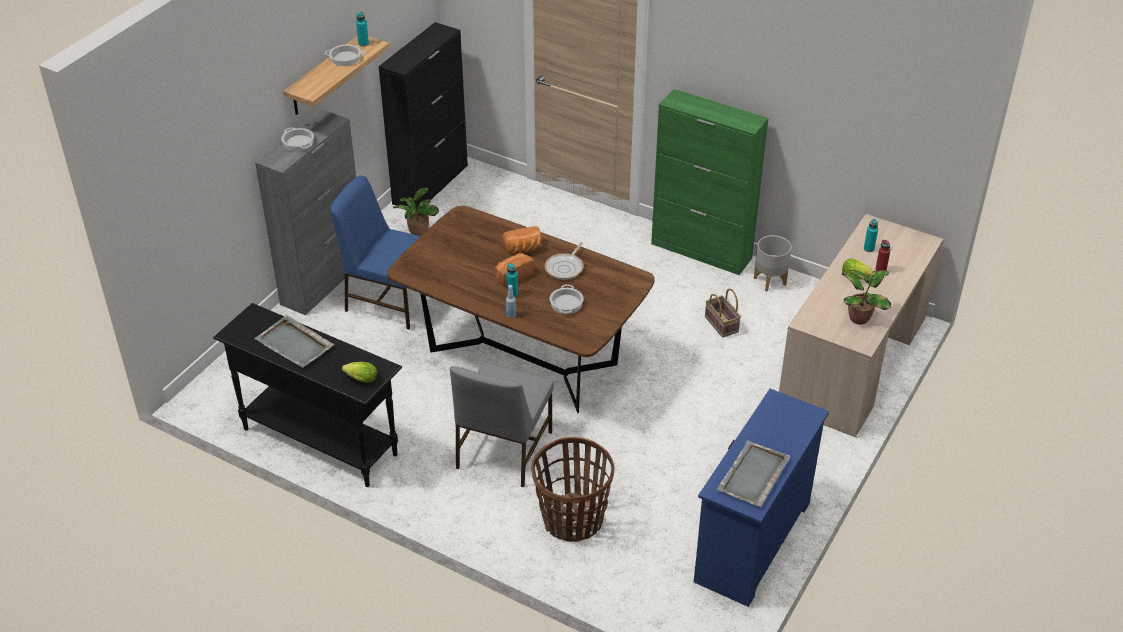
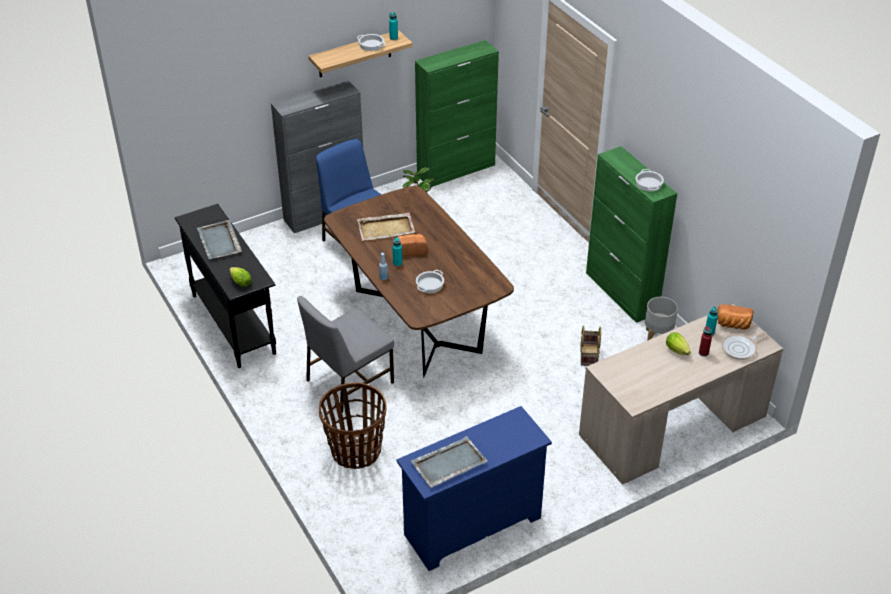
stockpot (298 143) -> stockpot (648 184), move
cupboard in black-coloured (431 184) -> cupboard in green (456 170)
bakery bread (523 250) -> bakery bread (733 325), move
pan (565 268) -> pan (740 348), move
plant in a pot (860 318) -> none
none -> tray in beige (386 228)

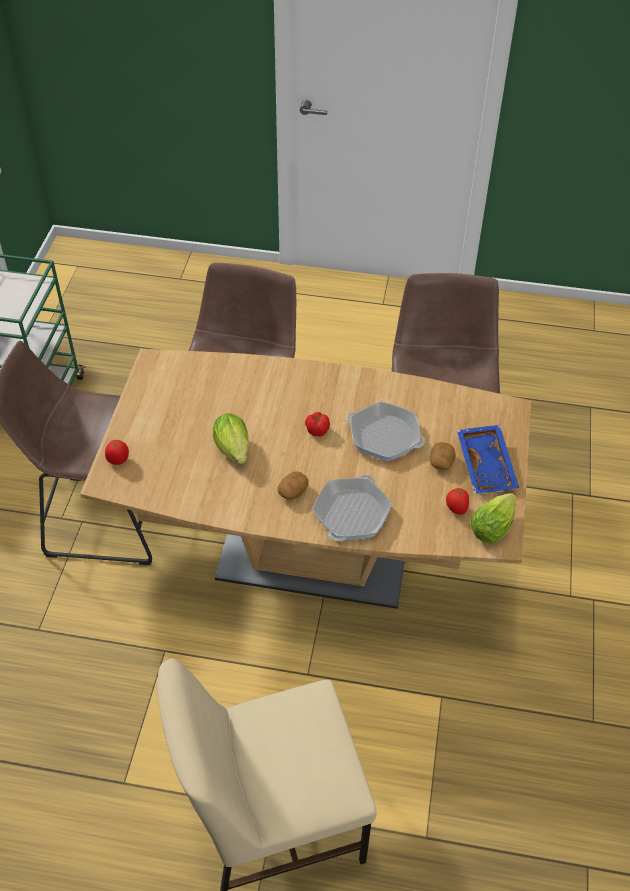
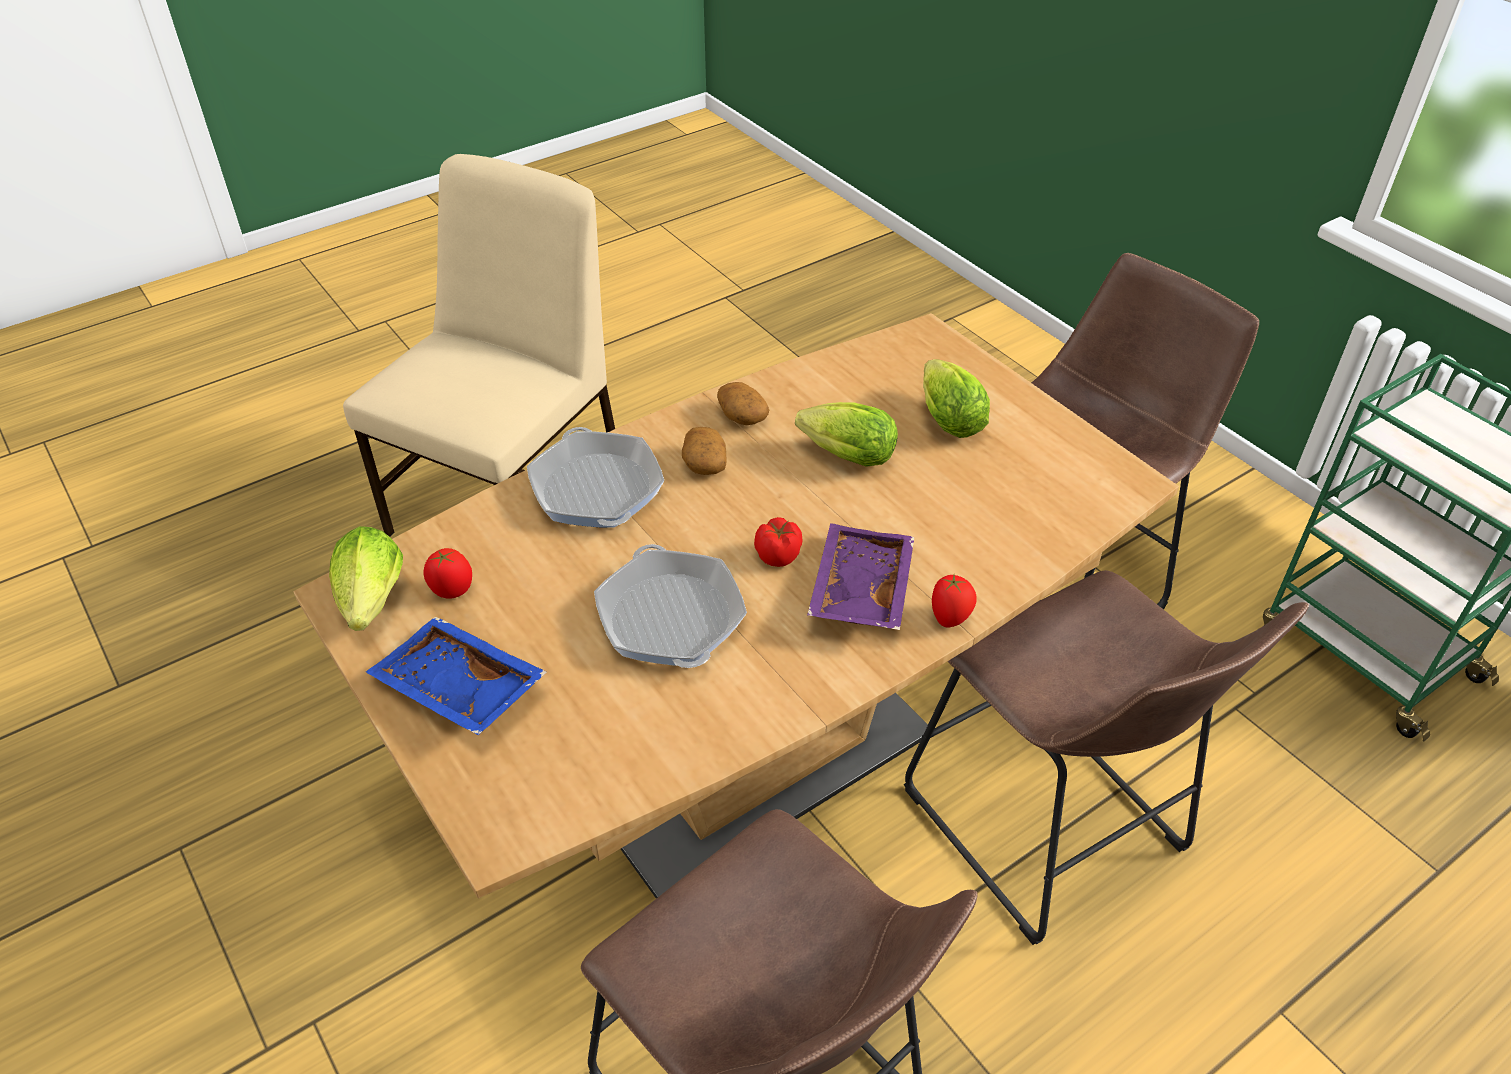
whole tomato (118 460) -> whole tomato (950 618), move
pan (384 436) -> pan (670 618), 90 degrees counterclockwise
spud (441 462) -> spud (741 416), move
none -> tray in purplish (858 589)
none -> lettuce head (947 417)

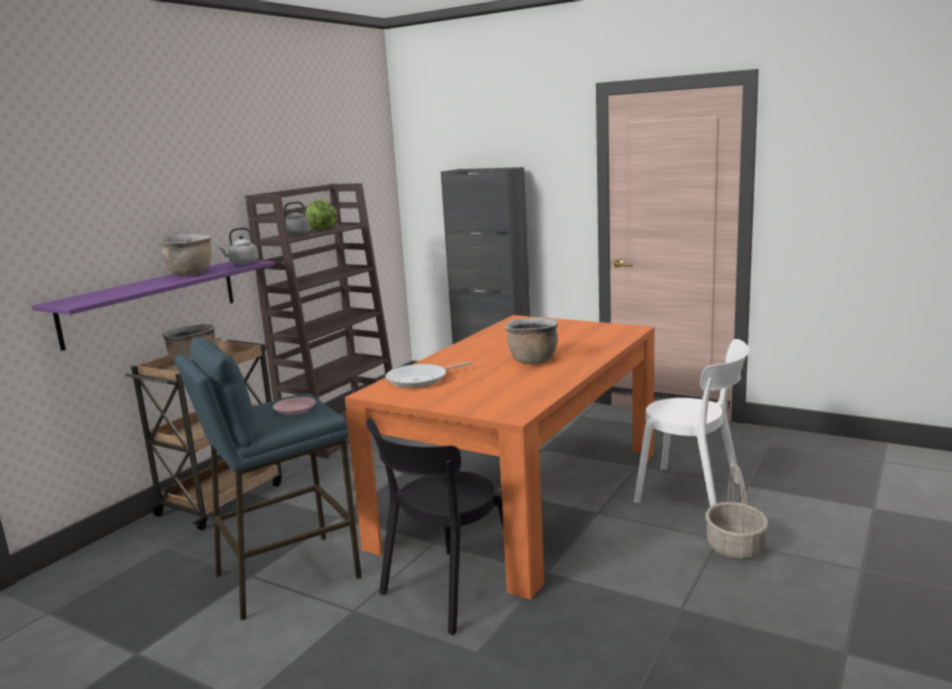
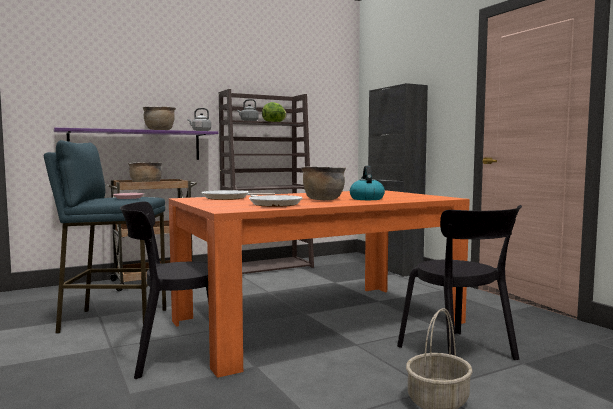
plain chair in whitish (693 493) -> plain chair in black-coloured (460 355)
none -> pan (274 204)
none -> tea kettle (366 199)

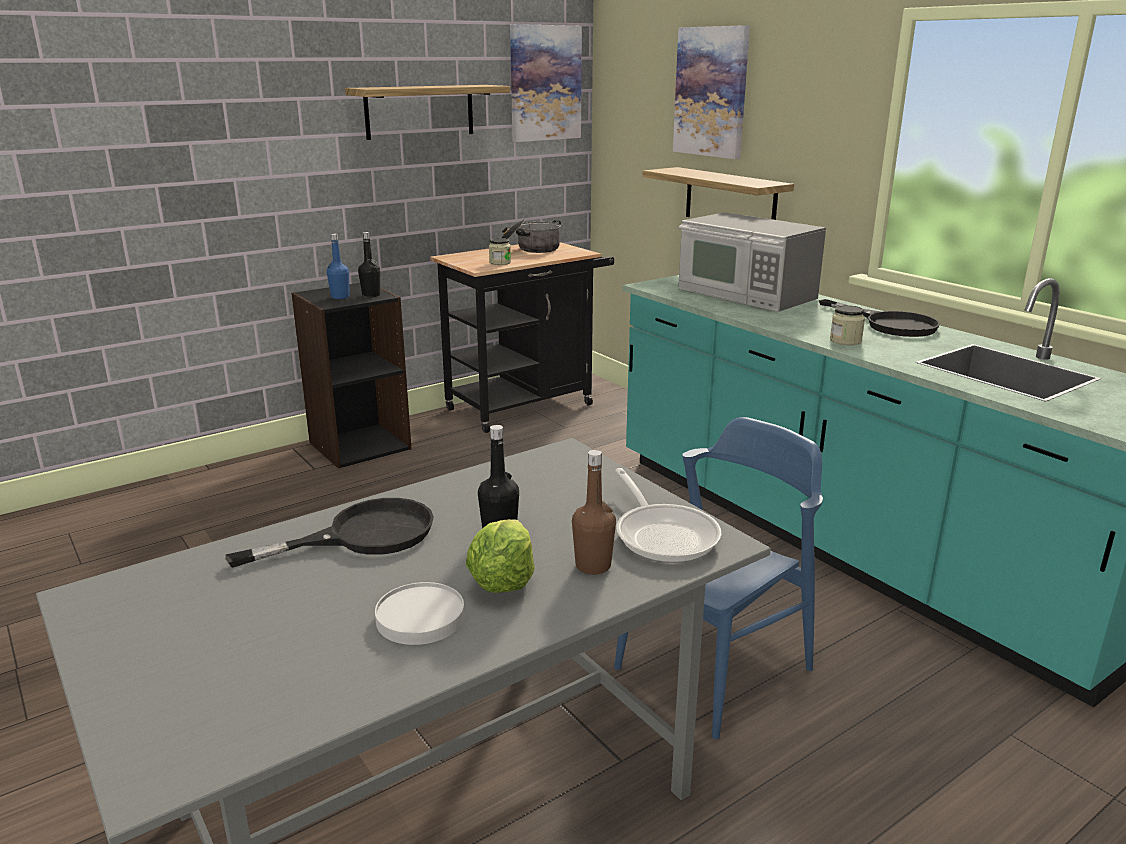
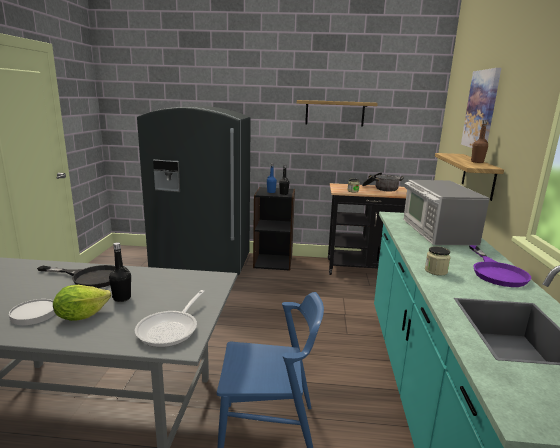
wall art (545 83) -> none
beverage bottle in brown (593 566) -> beverage bottle in brown (477 162), move
pan in black-coloured (890 324) -> pan in purplish (496 272)
none -> fridge in grey (201 262)

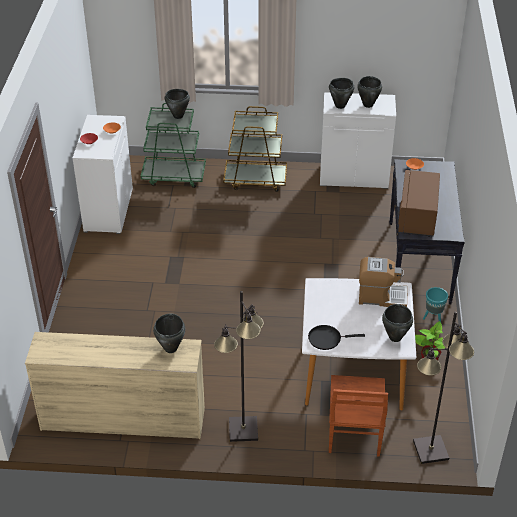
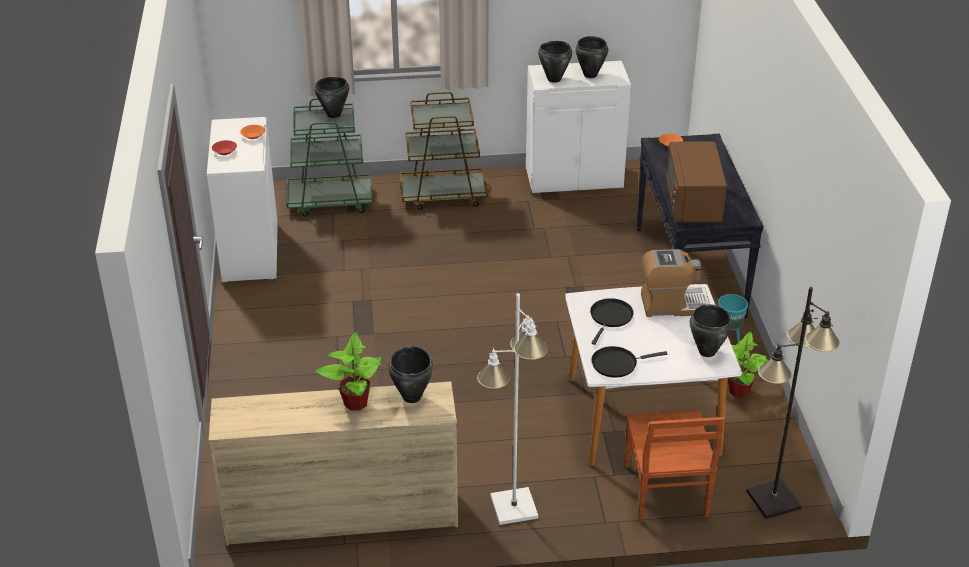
standard lamp in black-coloured (243 430) -> standard lamp in whitish (513 507)
none -> plant in a pot (355 402)
none -> pan in black-coloured (610 317)

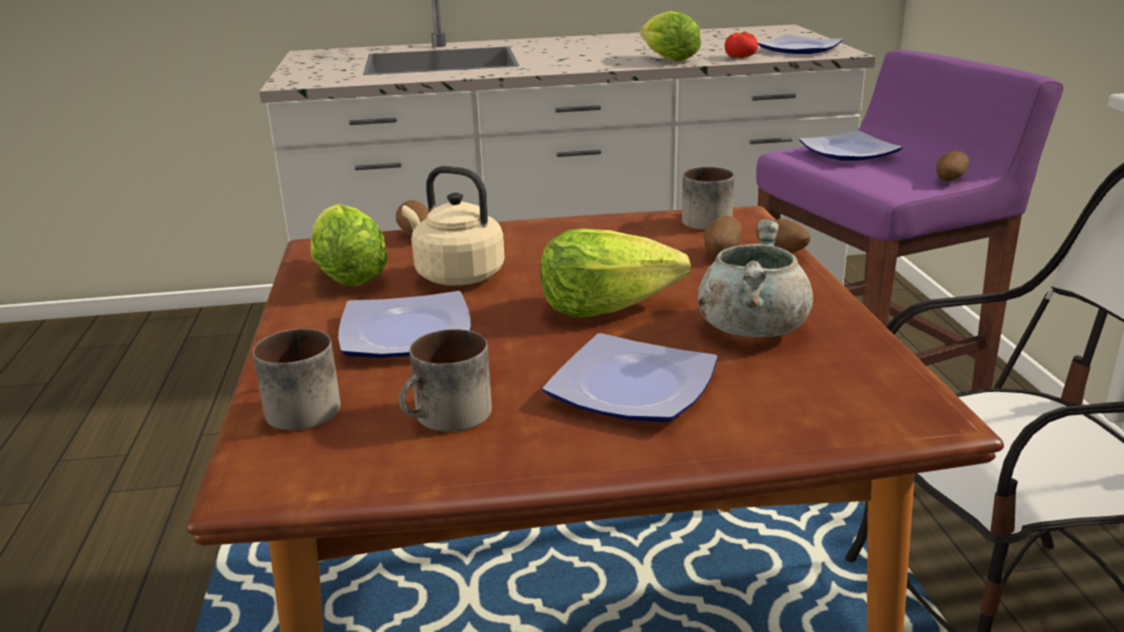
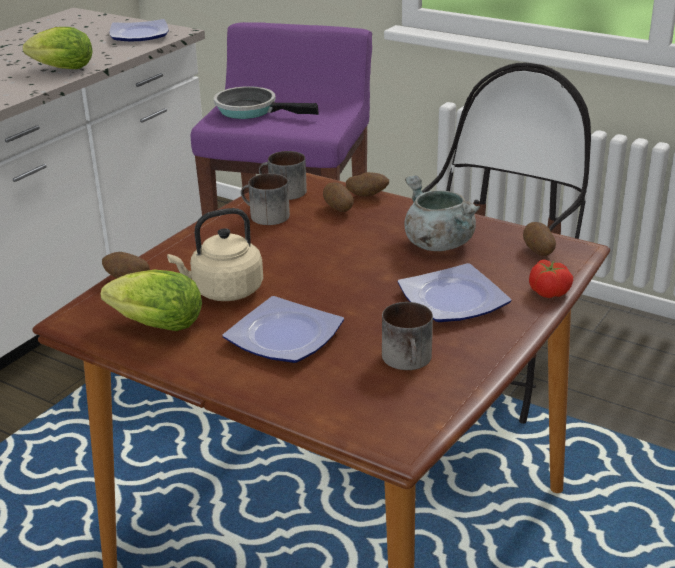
tea mug (299 406) -> tea mug (264 216), move
lettuce head (607 307) -> none
whole tomato (741 56) -> whole tomato (549 291), move
dinner plate (849 152) -> pan (251 110)
spud (949 180) -> spud (538 251), move

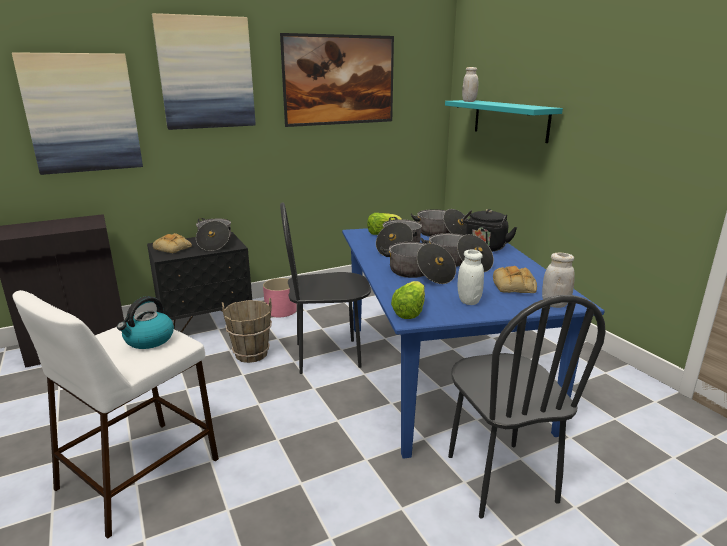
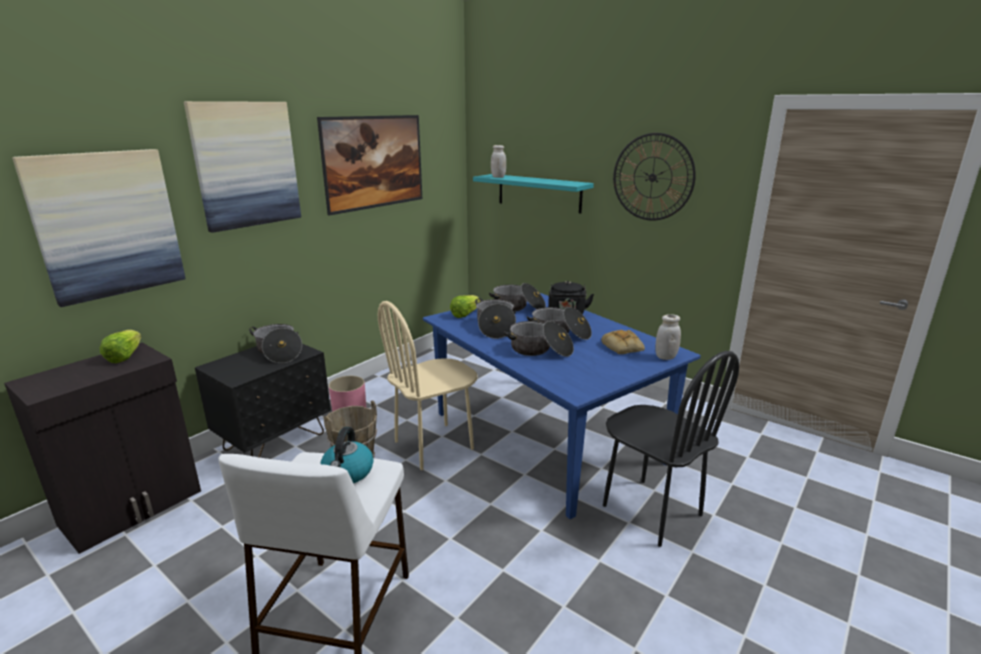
bakery bread (173 248) -> none
plain chair in black-coloured (328 355) -> plain chair in beige (434 445)
lettuce head (410 311) -> lettuce head (125 357), move
preserve jar in whitish (468 301) -> none
none -> hanging clock (652 177)

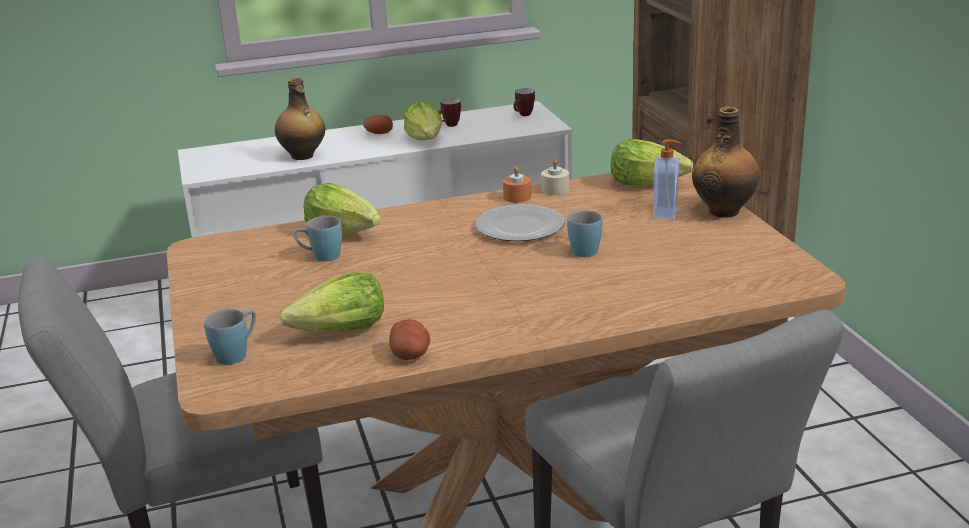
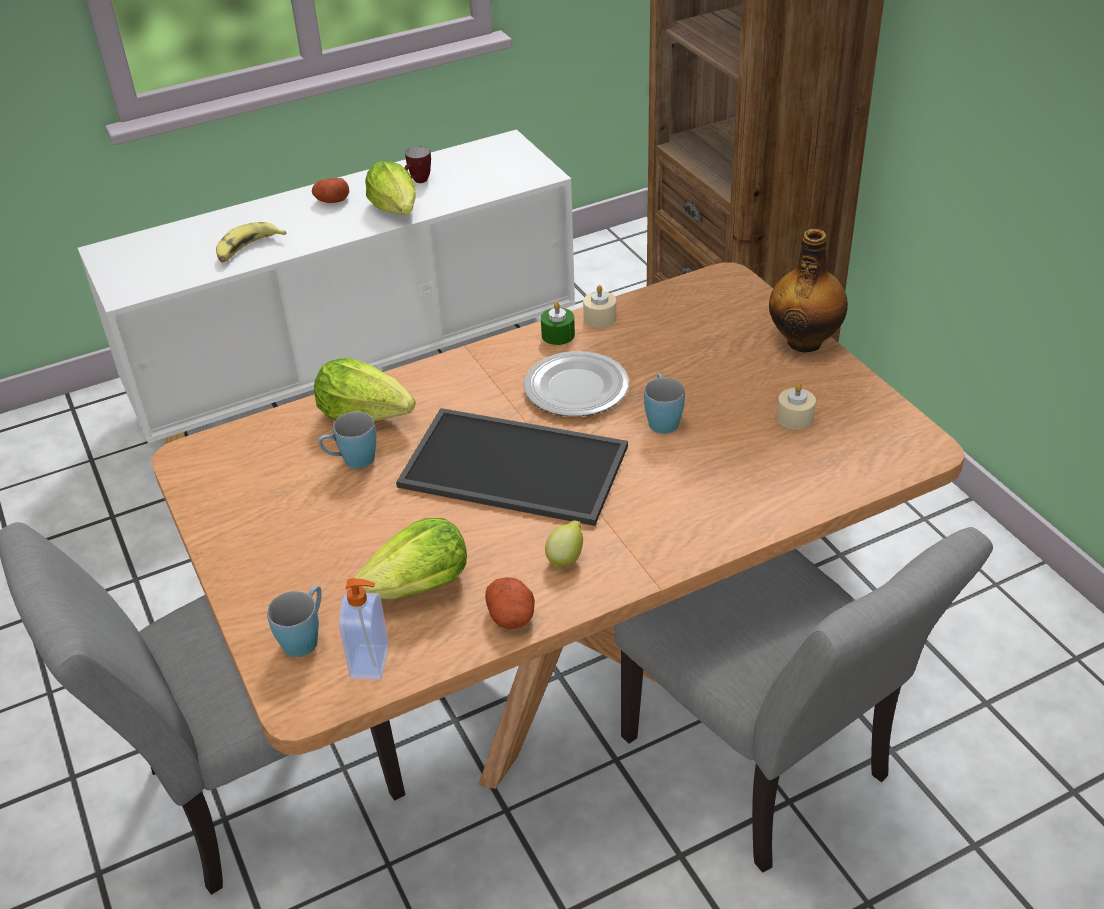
beverage bottle (303 156) -> banana fruit (247 249)
candle in orange-coloured (517 197) -> candle in green (558 335)
tea mug (523 115) -> none
lettuce head (647 183) -> none
soap dispenser (666 214) -> soap dispenser (371 662), move
none -> tray (510 468)
none -> lemon (566 558)
none -> candle in beige (795 418)

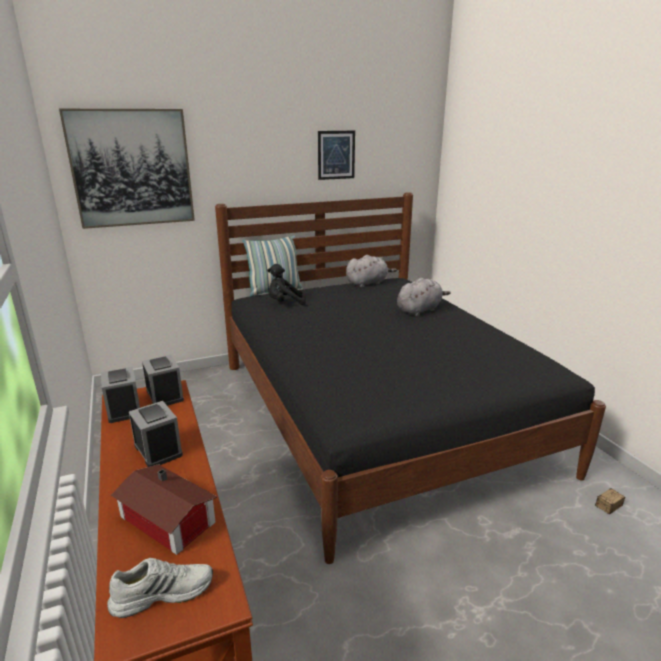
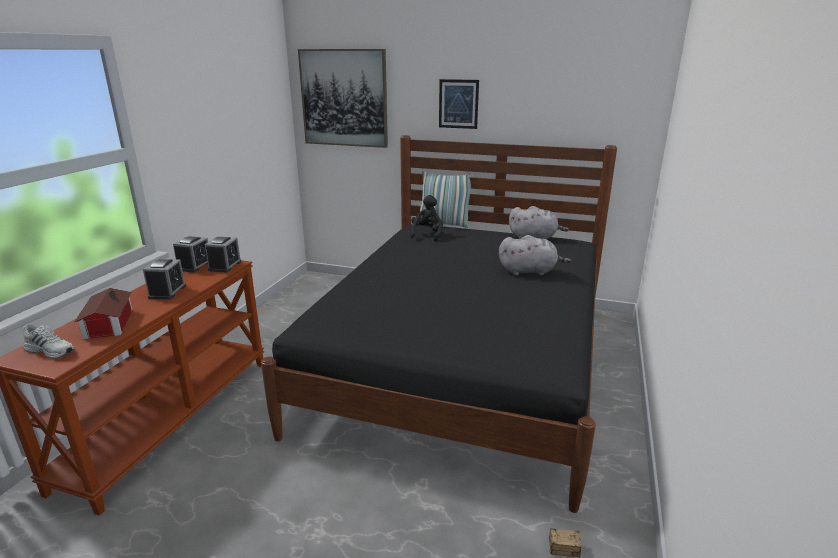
plush toy in black-coloured (284 303) -> plush toy in black-coloured (427 235), 75 degrees clockwise
wall art (336 155) -> wall art (458 104), move

